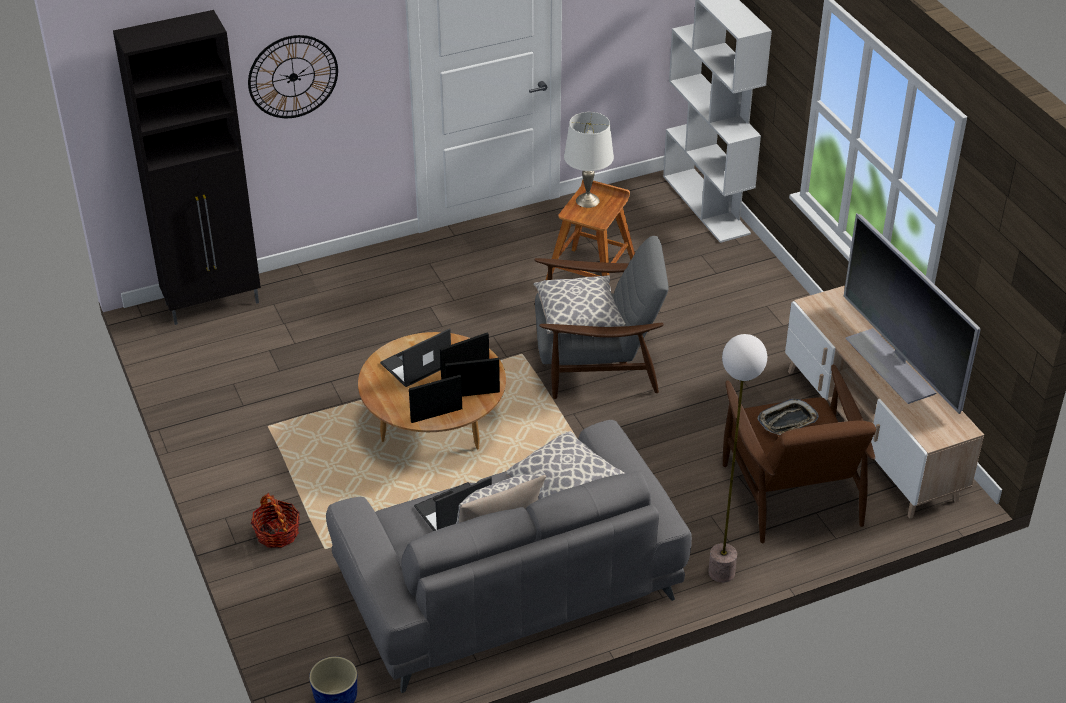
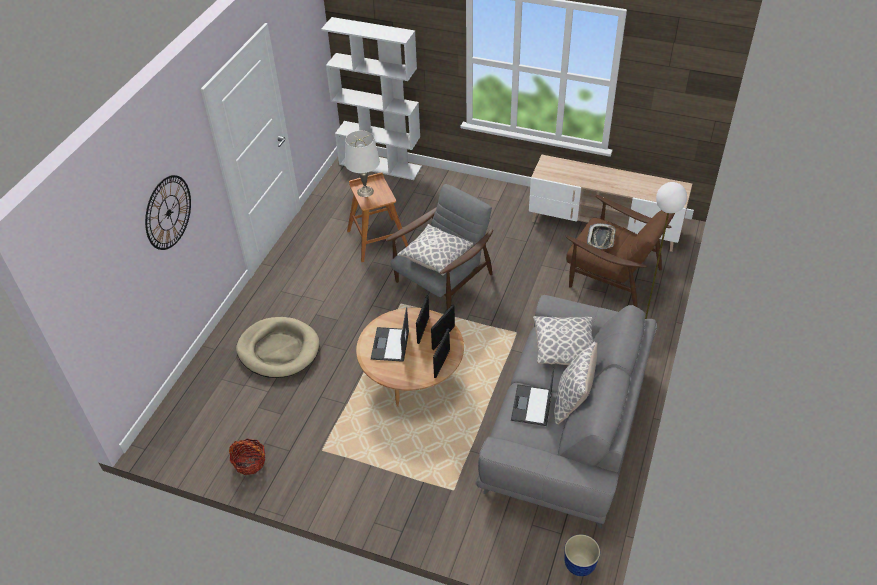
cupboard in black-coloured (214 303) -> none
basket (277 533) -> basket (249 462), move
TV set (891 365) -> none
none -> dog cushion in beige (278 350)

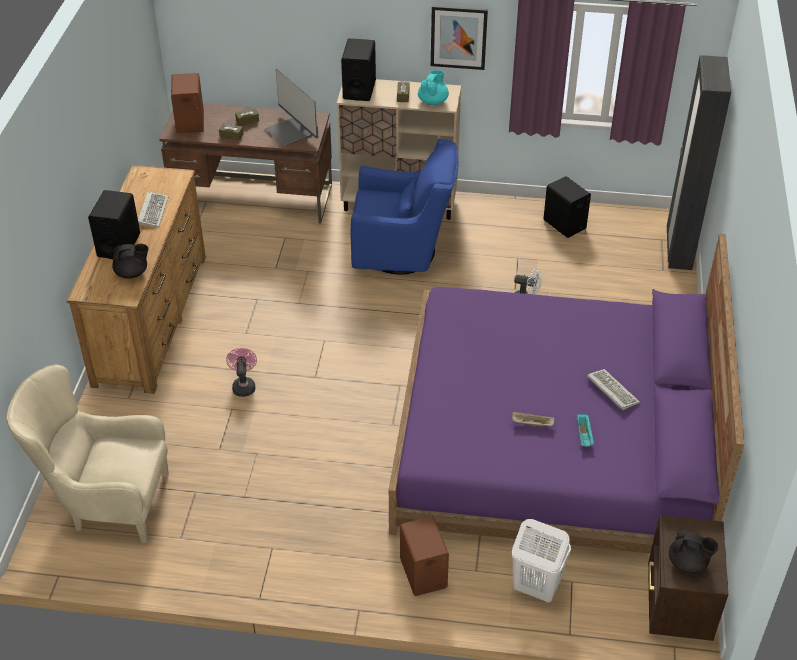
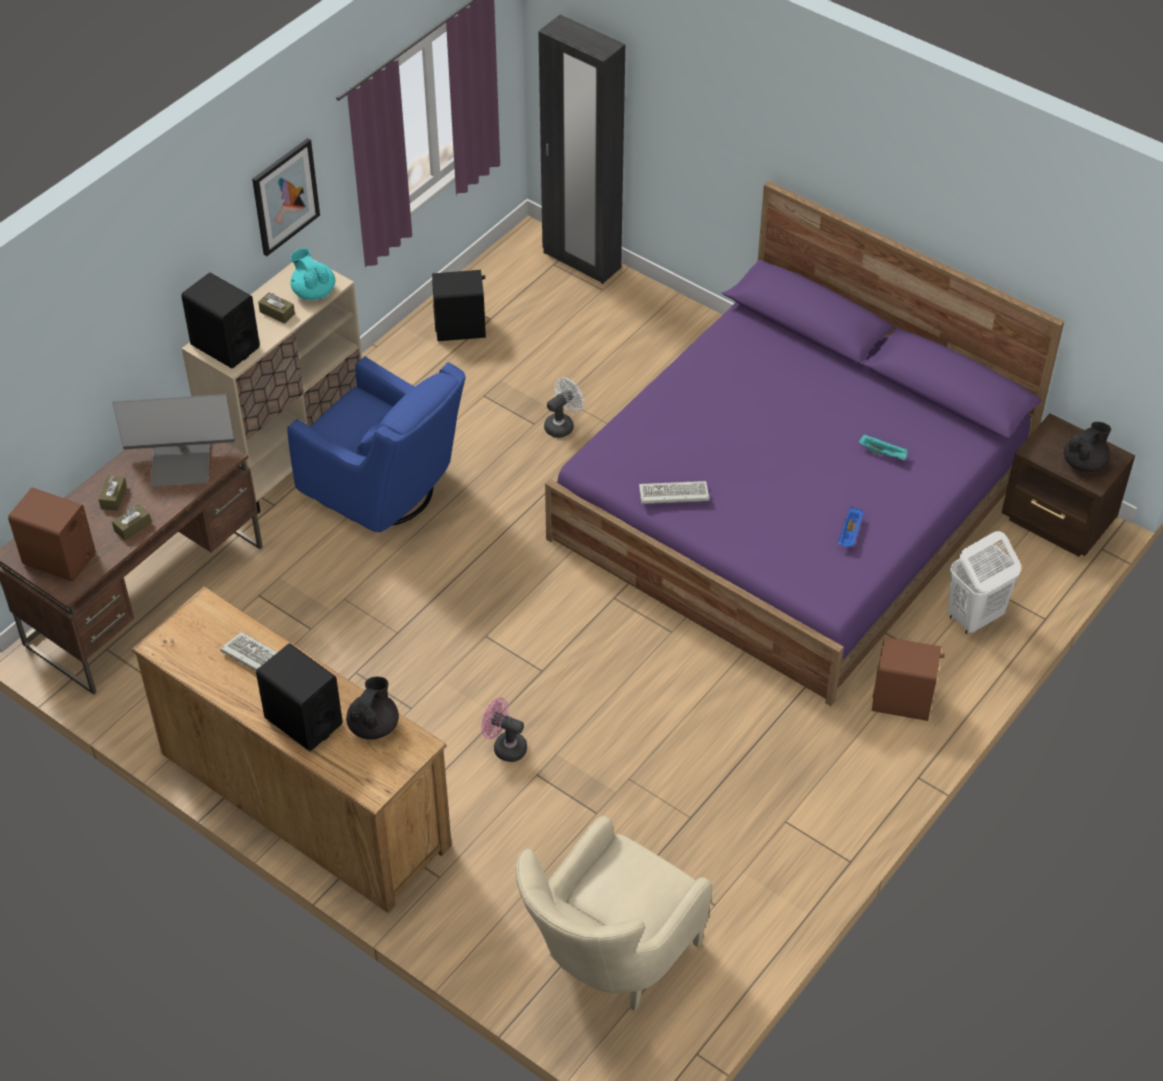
lounge chair in blue-coloured (403 252) -> lounge chair in blue-coloured (386 492), 90 degrees clockwise
tray in beige (531 424) -> none
computer keyboard (611 390) -> computer keyboard (672 495), move
none -> tray in blue-coloured (850 534)

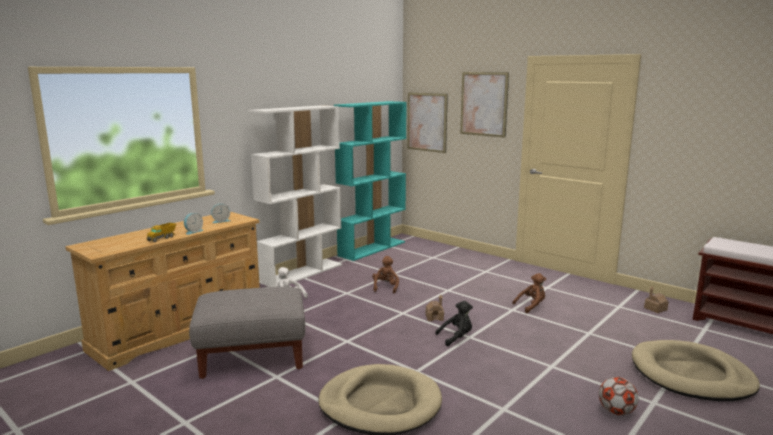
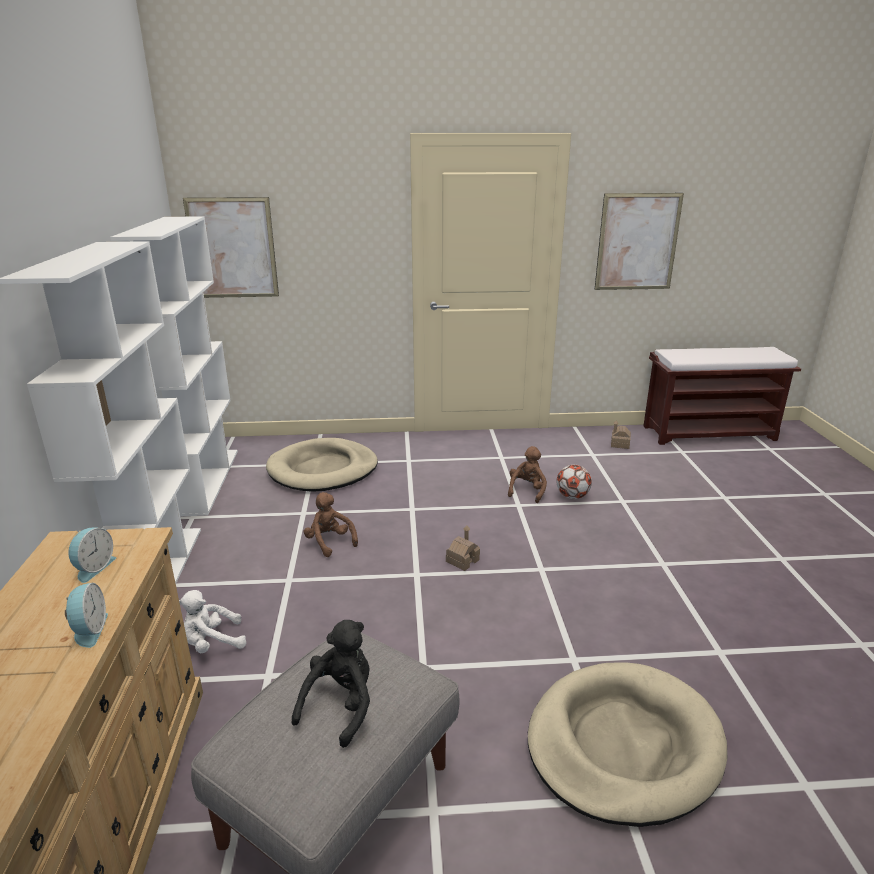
model truck (162 238) -> none
bookcase in blue-green (372 248) -> bookcase in whitish (204 481)
plush toy in black-coloured (456 337) -> plush toy in black-coloured (341 705), move
wall art (483 104) -> wall art (637 242), move
football ball (616 412) -> football ball (572 496), move
dog cushion in beige (691 375) -> dog cushion in beige (323 469), move

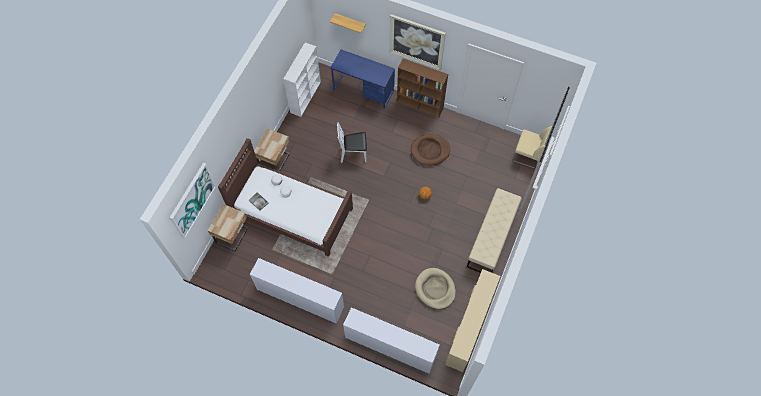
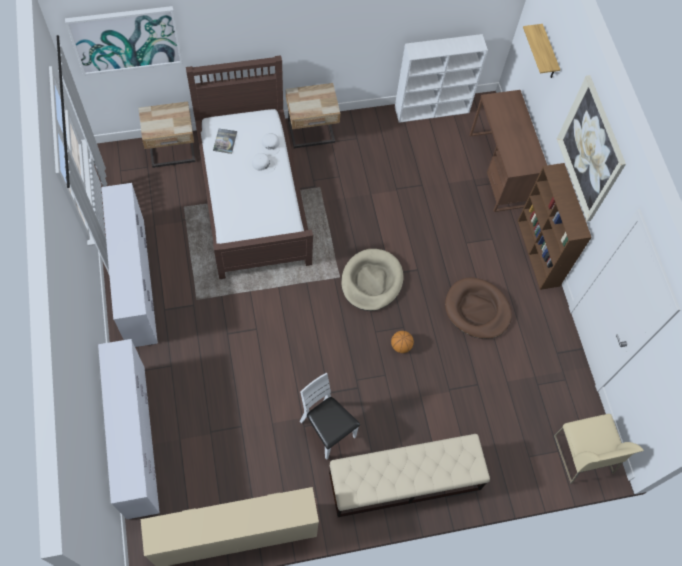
desk unit in blue-coloured (363 90) -> desk unit in brown (500 170)
plain chair in whitish (353 154) -> plain chair in whitish (327 430), move
dog cushion in beige (435 289) -> dog cushion in beige (371 281), move

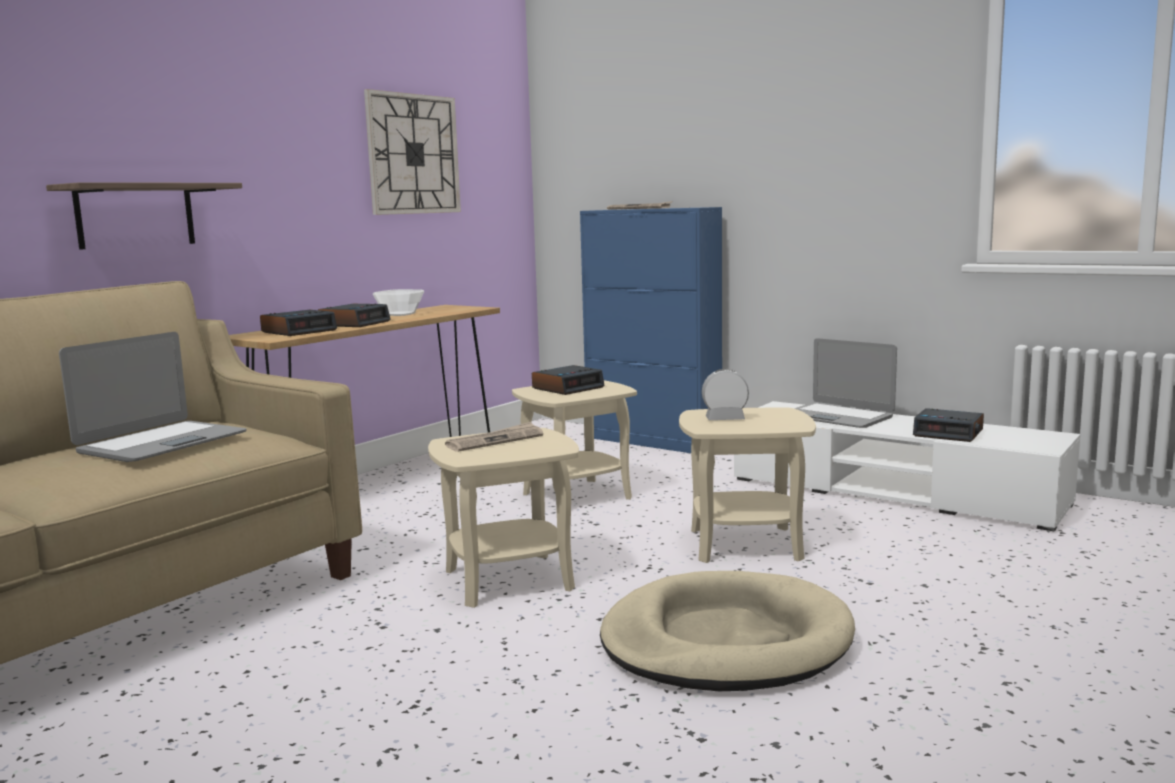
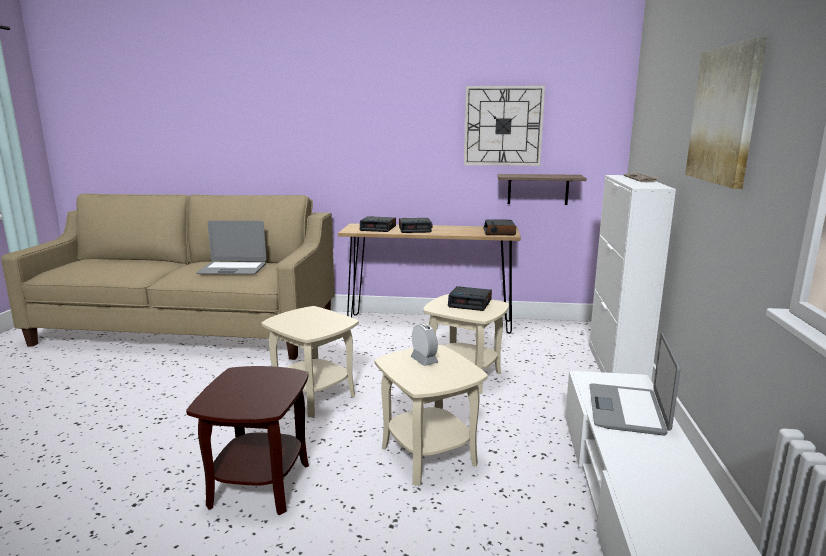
wall shelf (135 215) -> wall shelf (538 189), move
serving bowl (400 314) -> none
printed paper (495 440) -> none
cupboard in blue-coloured (653 441) -> cupboard in whitish (616 368)
dog cushion in beige (725 641) -> accent table in brown (259 484)
table clock (949 433) -> table clock (499 232), move
none -> wall art (724 115)

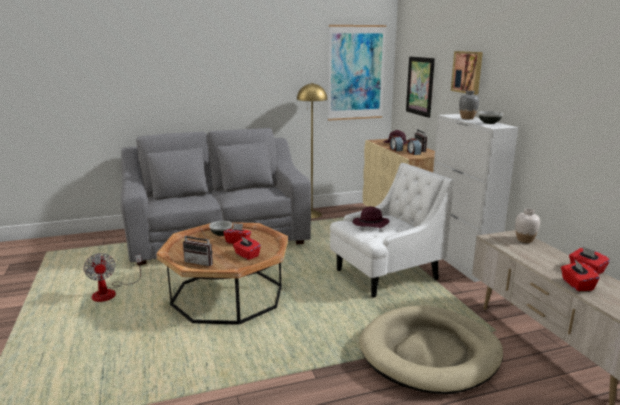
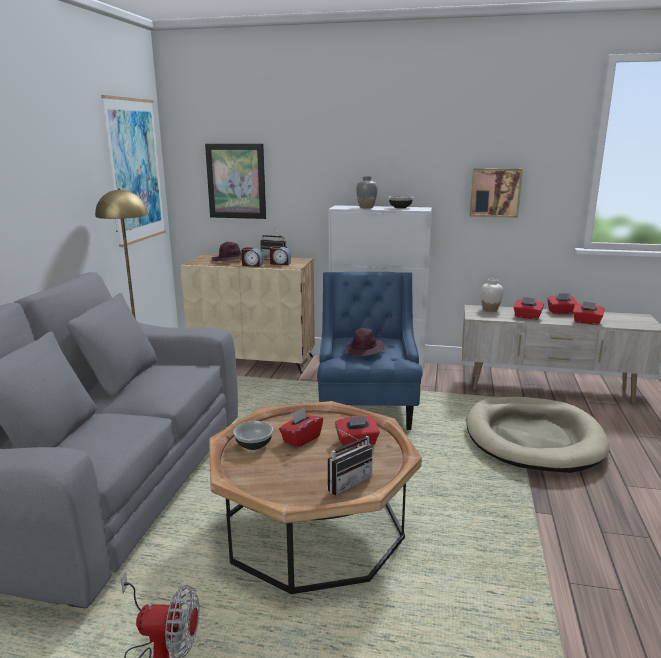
lounge chair in whitish (385 275) -> lounge chair in blue-coloured (367 407)
wall art (468 72) -> wall art (495 192), move
none -> tissue box in reddish (527 317)

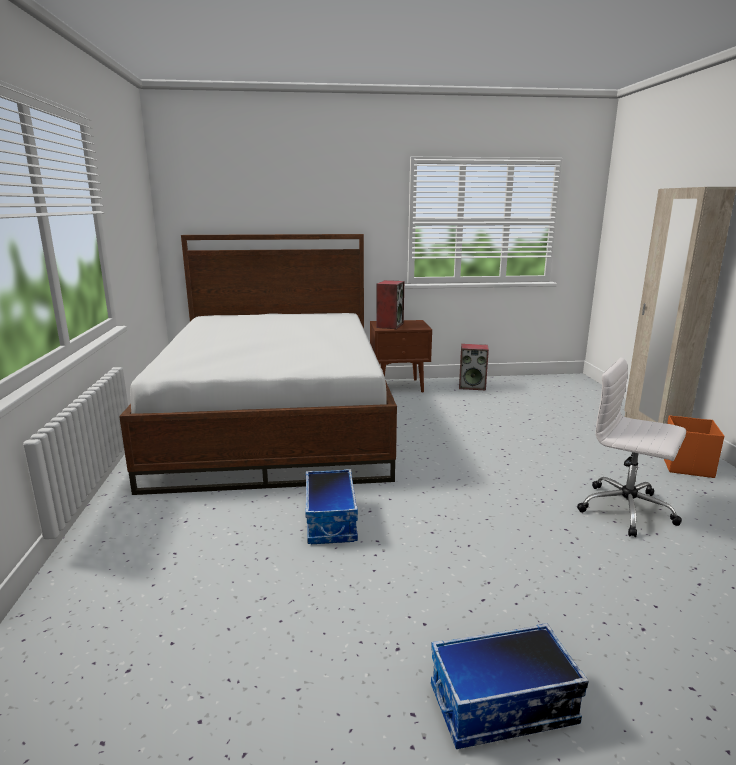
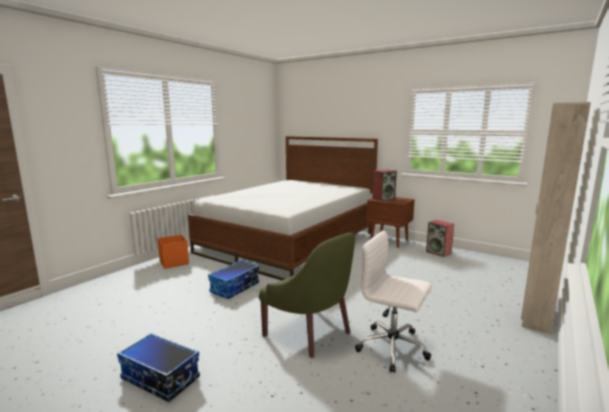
computer chair in whitish (628 510) -> computer chair in whitish (393 348), 45 degrees counterclockwise
storage box in orange-coloured (687 465) -> storage box in orange-coloured (174 263), move
none -> lounge chair in green (311 333)

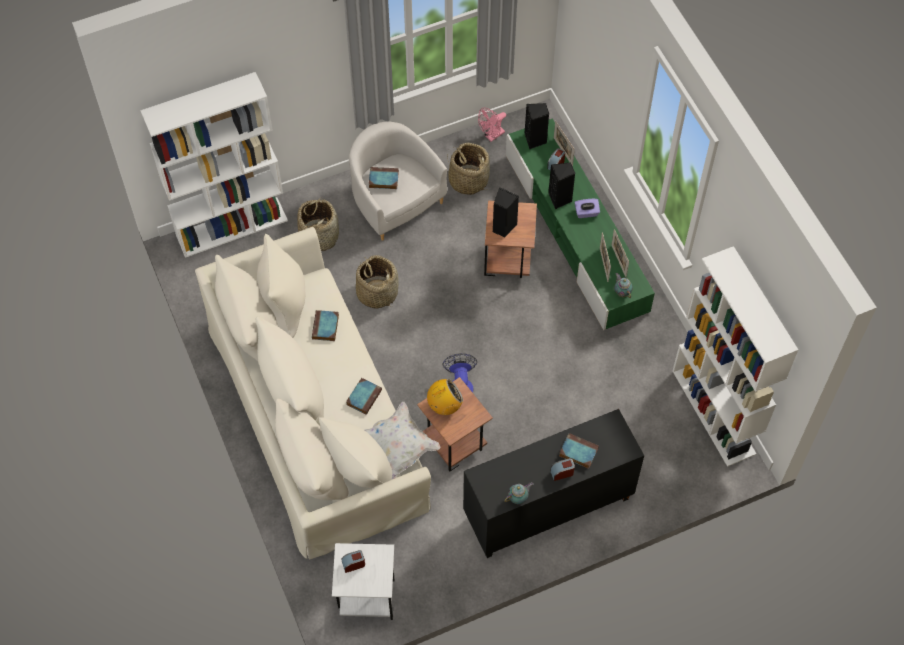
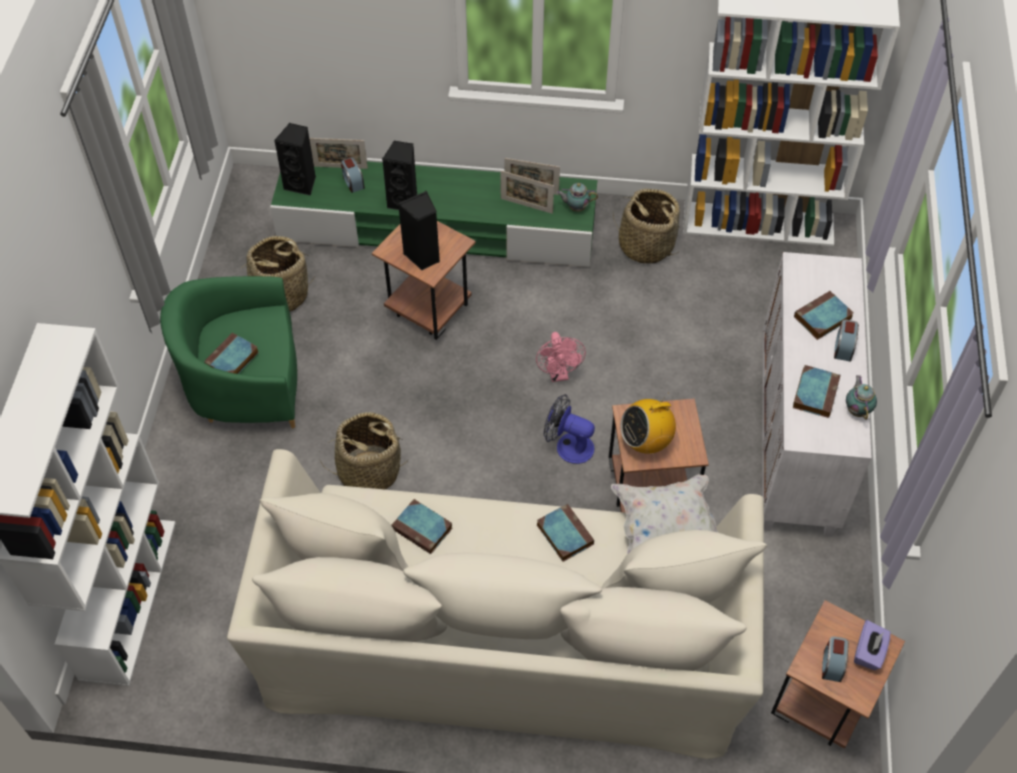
basket (319 235) -> basket (646 245), move
accent table in whitish (366 599) -> accent table in brown (822 707)
lounge chair in whitish (394 201) -> lounge chair in green (246 385)
radio set (444 406) -> radio set (646 441), 120 degrees counterclockwise
cupboard in black-coloured (547 509) -> cupboard in whitish (797 440)
electric fan in pinkish (492 136) -> electric fan in pinkish (559 374), move
tissue box in purplish (586 213) -> tissue box in purplish (869 652), move
none -> bound book (815 393)

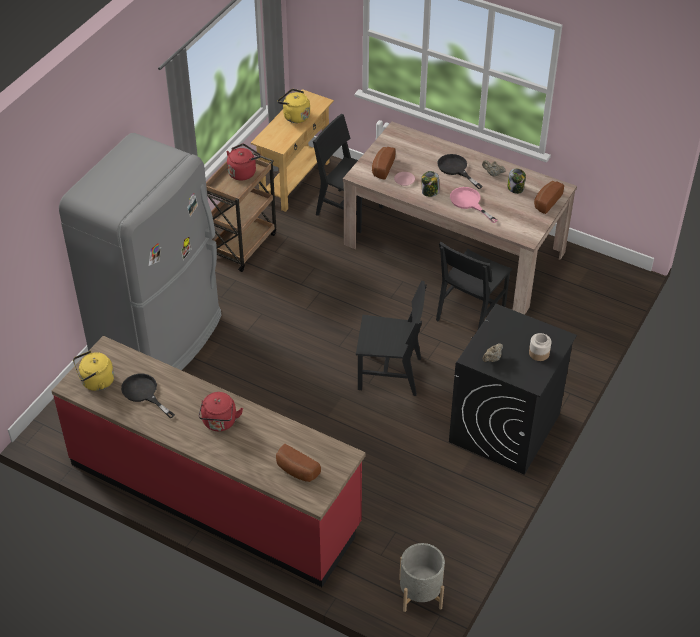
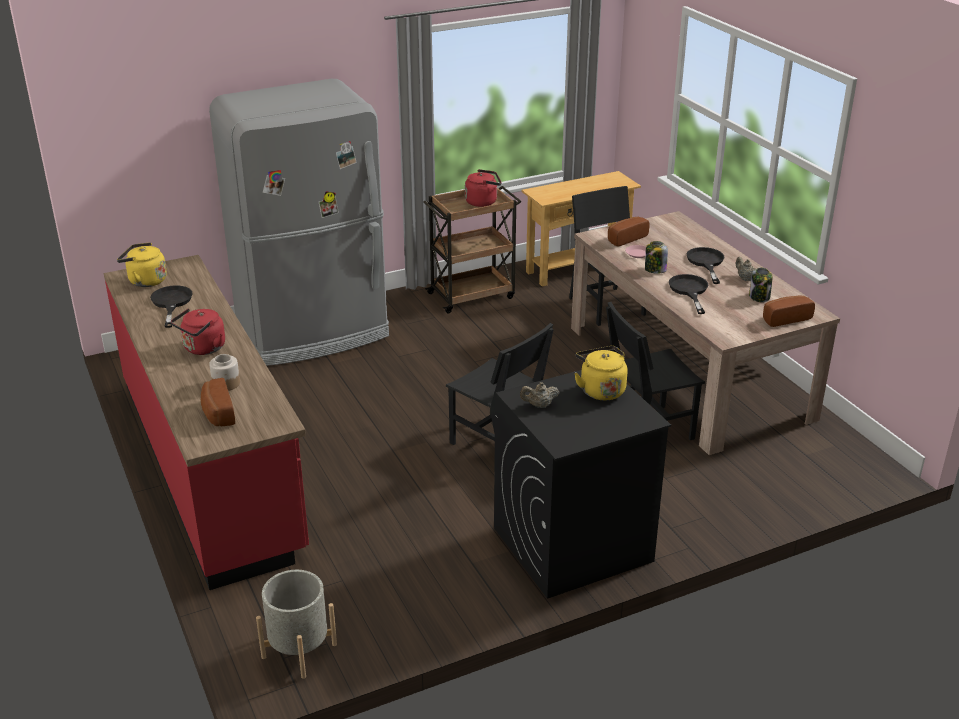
tea kettle in yellow (295 116) -> tea kettle in yellow (600 390), move
pan in pinkish (469 202) -> pan in black-coloured (689 291)
preserve jar (538 353) -> preserve jar (225 384), move

